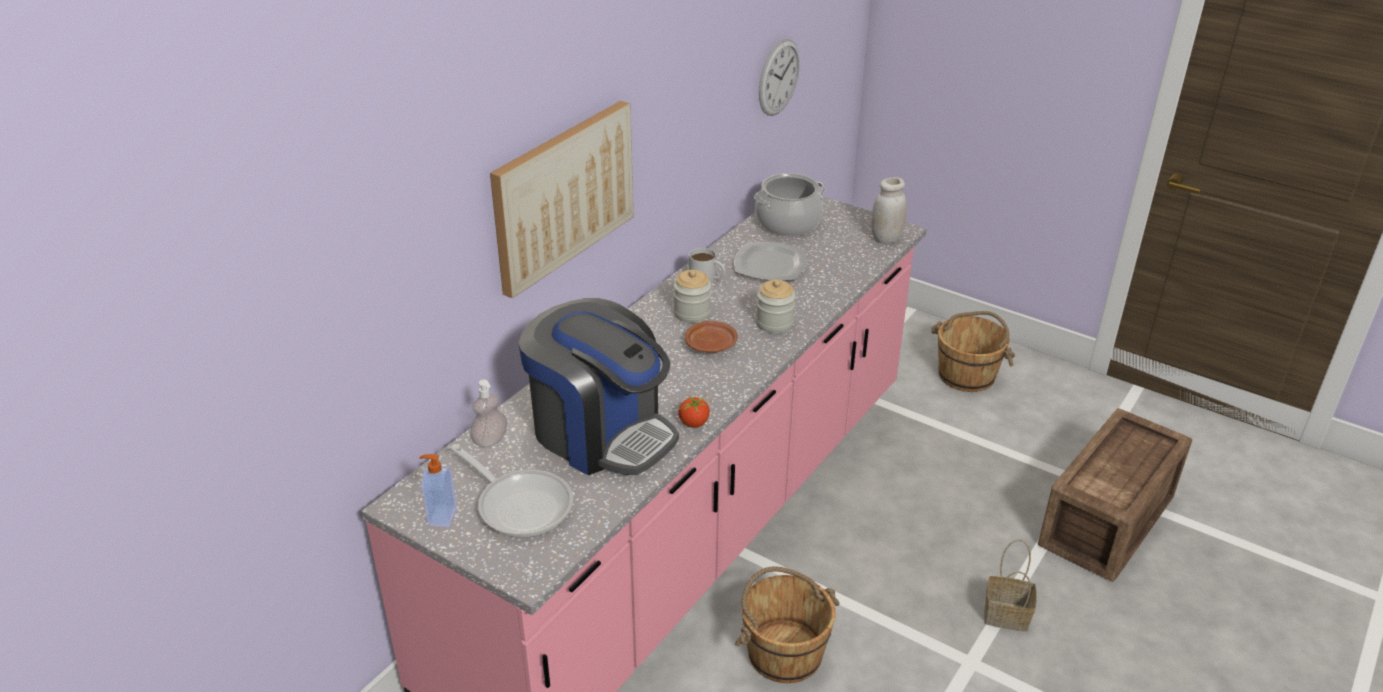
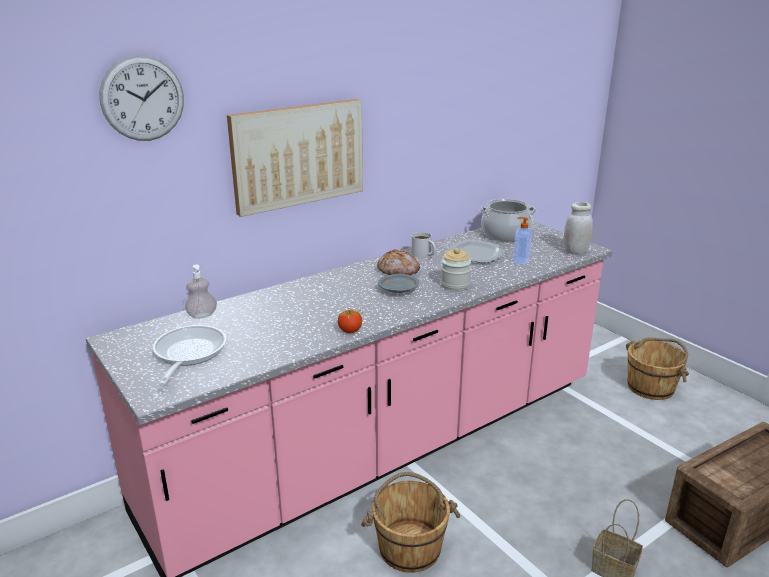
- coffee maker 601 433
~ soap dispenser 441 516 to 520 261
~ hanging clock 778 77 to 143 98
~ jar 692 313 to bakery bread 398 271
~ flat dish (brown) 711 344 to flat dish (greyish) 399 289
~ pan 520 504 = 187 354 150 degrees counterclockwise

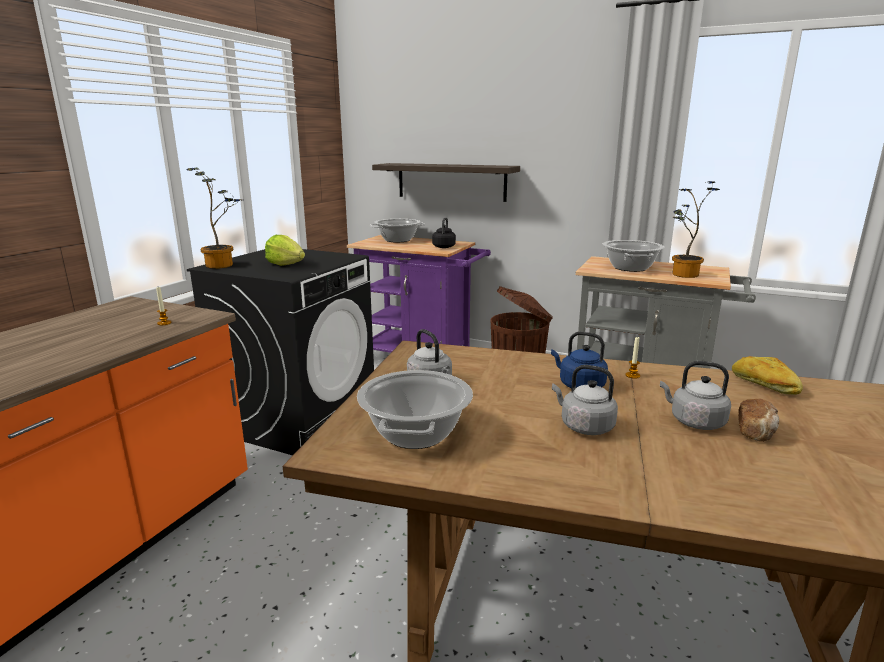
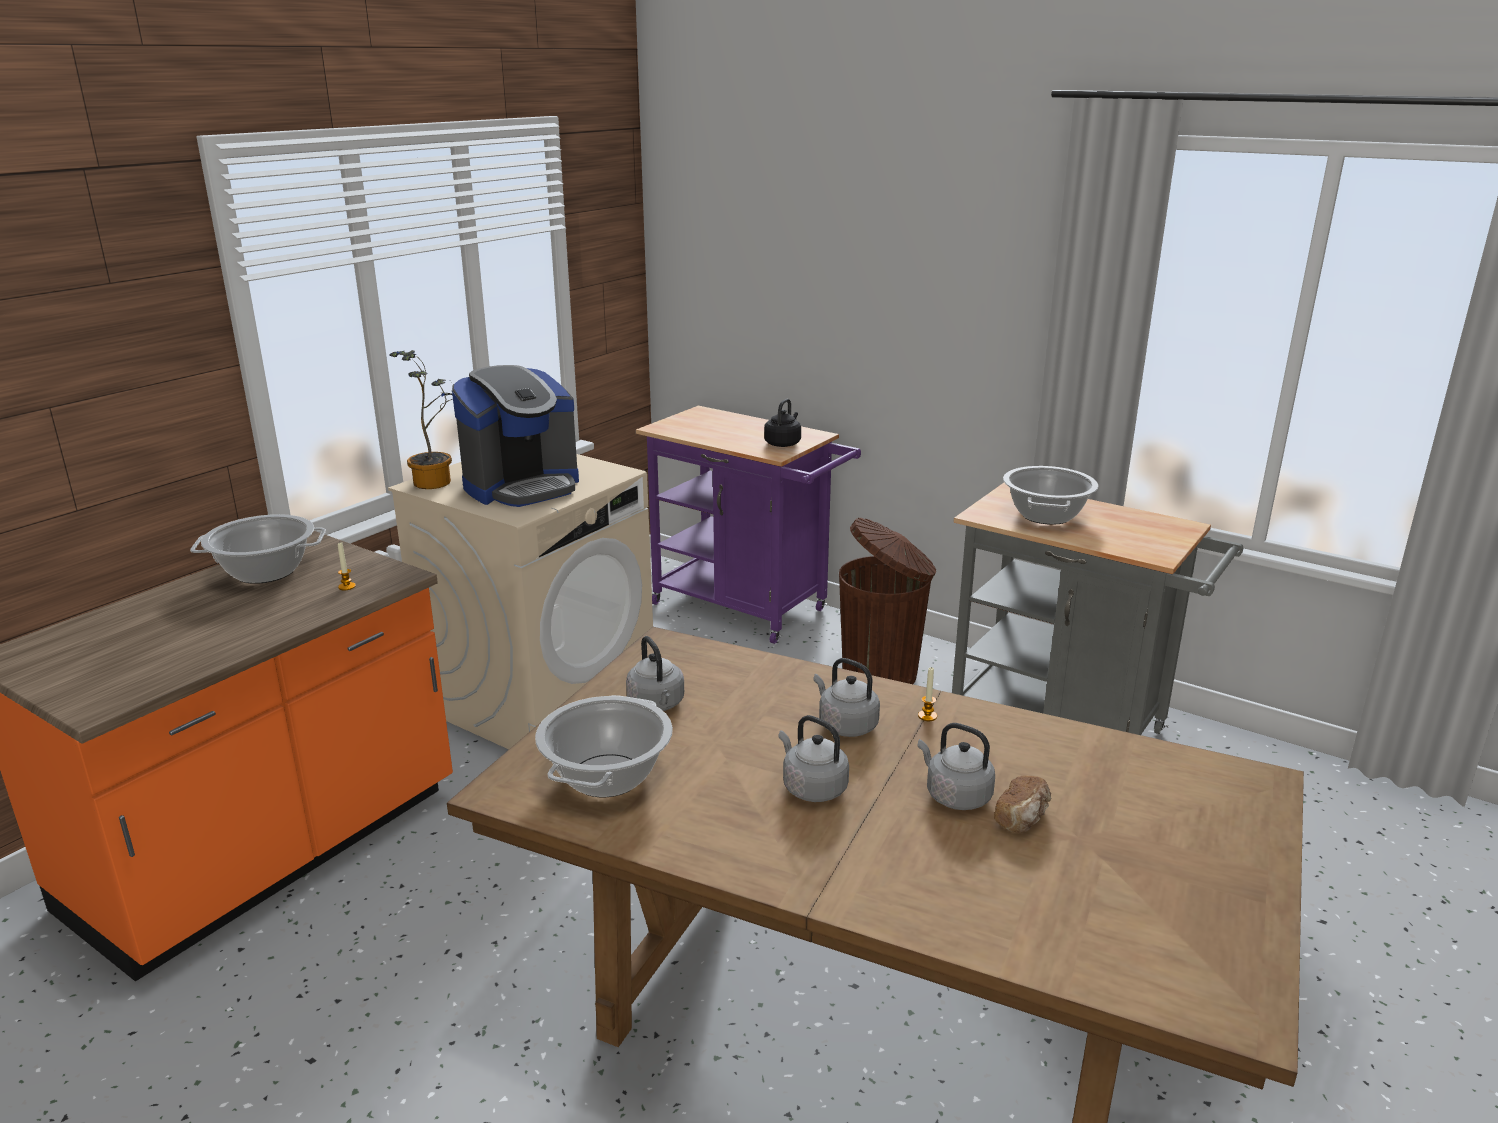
- shelf 451 181
- plant in a pot 682 275
- bakery bread 764 385
~ saucepot 398 240 to 266 571
~ lettuce head 286 265 to coffee maker 522 487
~ laundry machine (blackish) 299 418 to laundry machine (sand-coloured) 541 697
~ water kettle (blue-coloured) 579 385 to water kettle (greyish) 845 725

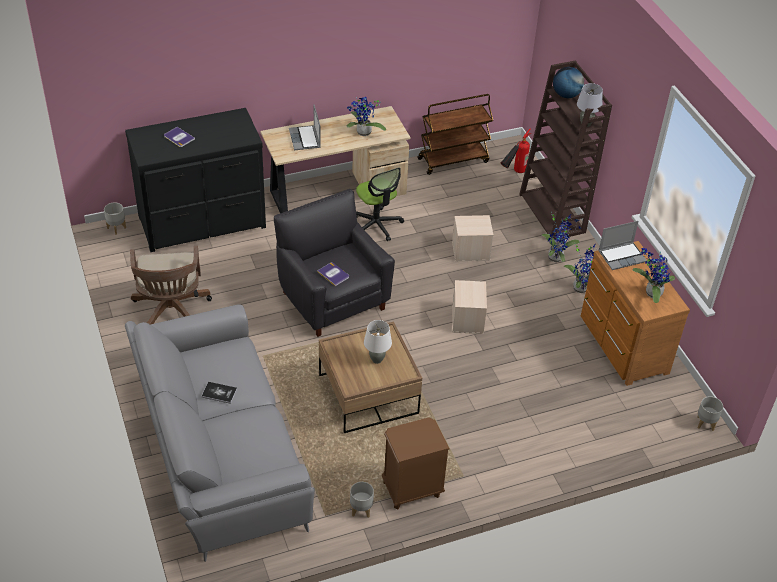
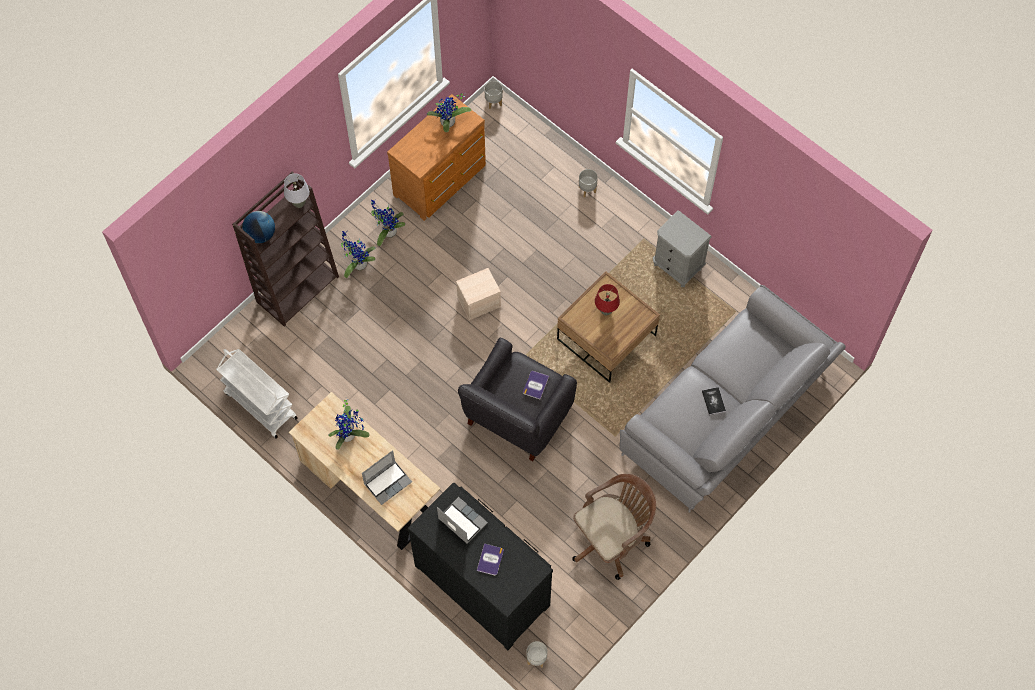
- computer chair 376 225
- storage container (sand-coloured) 470 251
- extinguisher 513 175
~ flower pot (greyish) 361 510 to 587 189
~ portable computer 622 256 to 461 521
~ table lamp (white) 377 360 to table lamp (red) 606 311
~ nightstand (brown) 411 490 to nightstand (greyish) 677 266
~ wheeled cart (brown) 453 160 to wheeled cart (white) 260 405

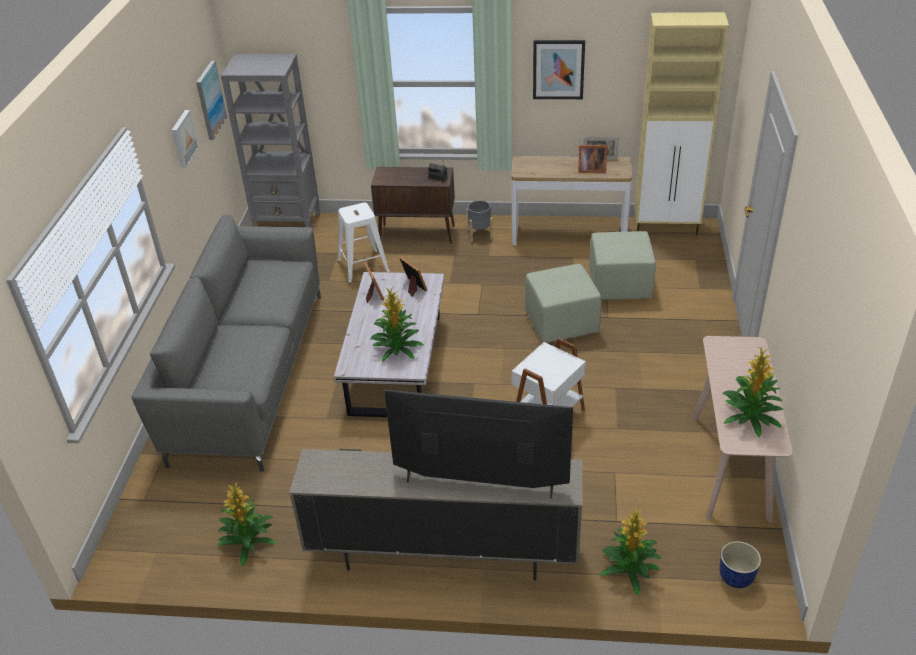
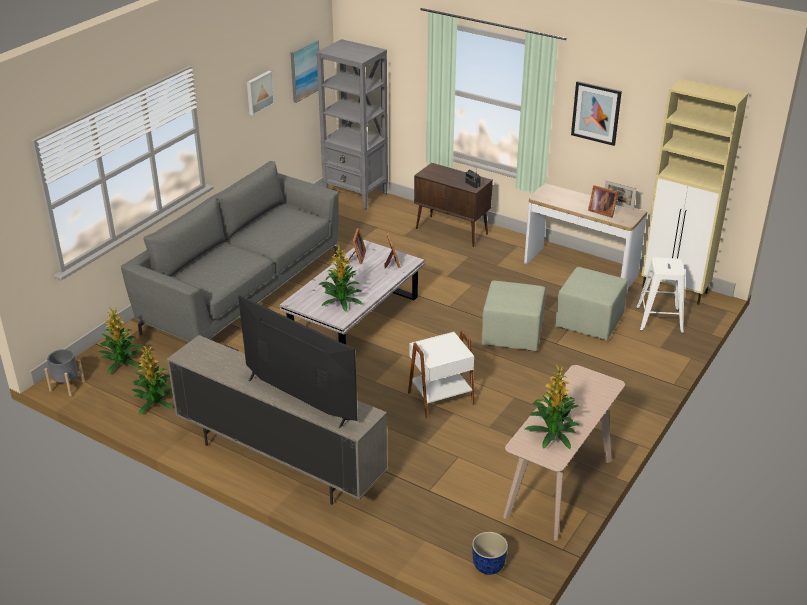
~ sitting stool (white) 364 266 to 660 320
~ flower pot (greyish) 480 234 to 67 386
~ plant in a pot 629 569 to 122 362

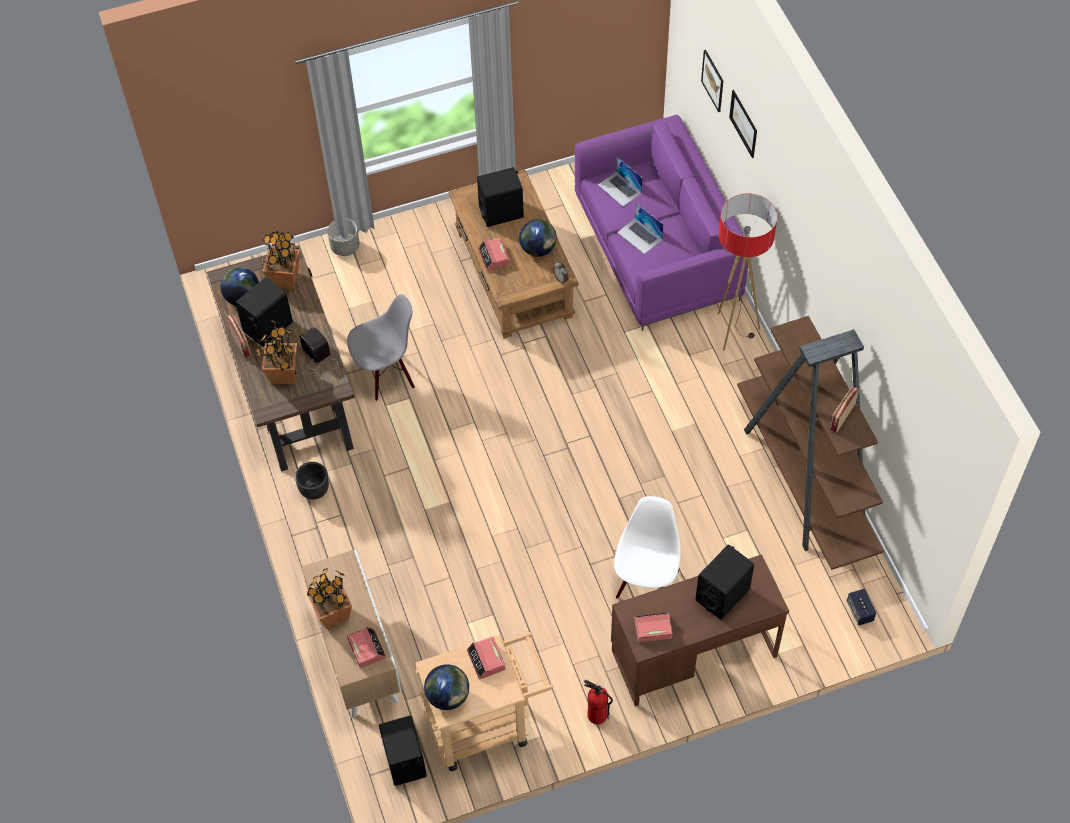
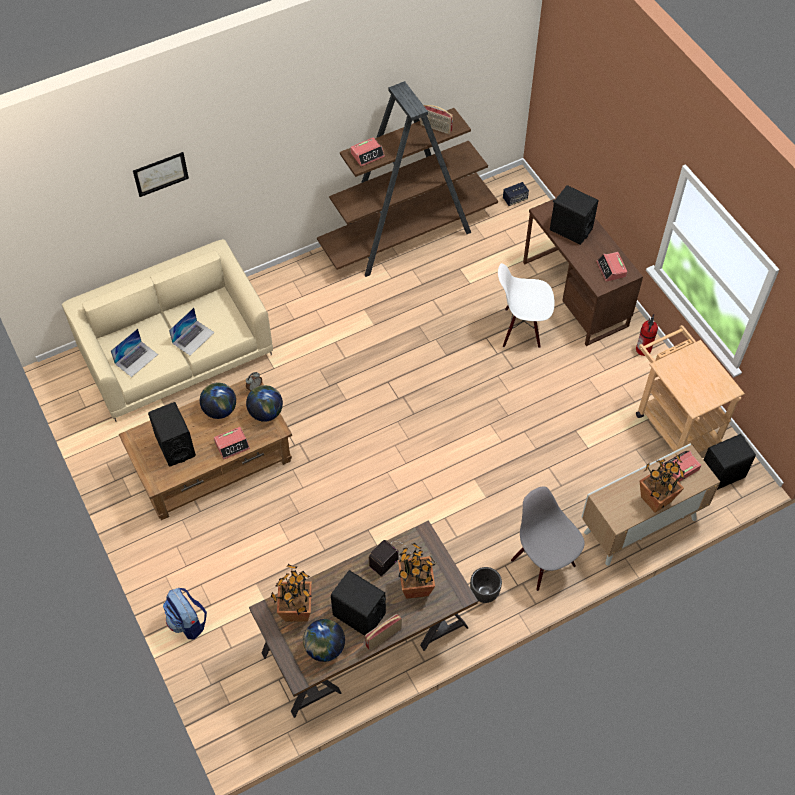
- wall picture 713 80
- floor lamp 734 331
~ plain chair (greyish) 386 374 to 544 562
~ globe 448 696 to 266 412
~ alarm clock 486 660 to 367 155
~ flower pot (greyish) 345 247 to knapsack 188 622
~ sofa (purplish) 658 247 to sofa (sand-coloured) 176 351

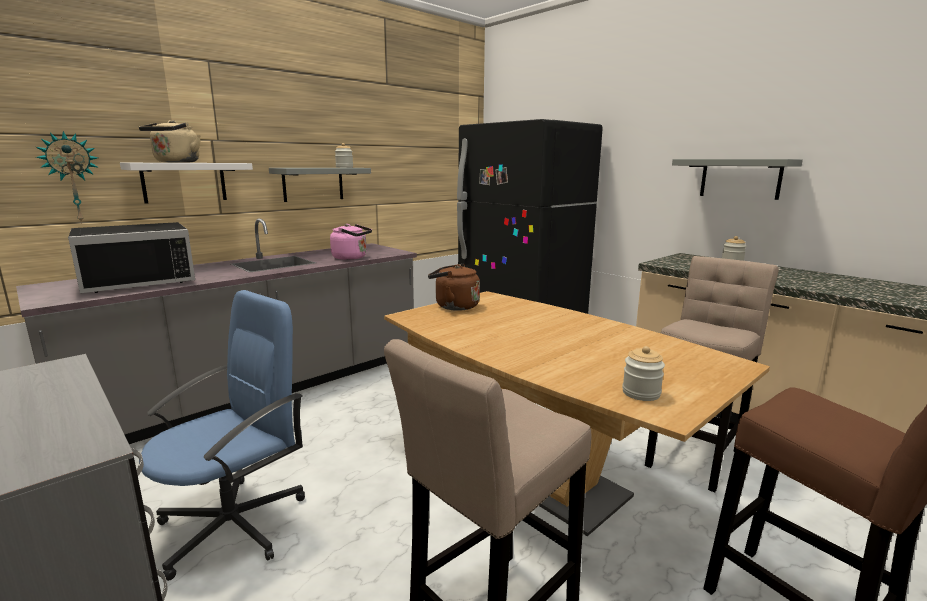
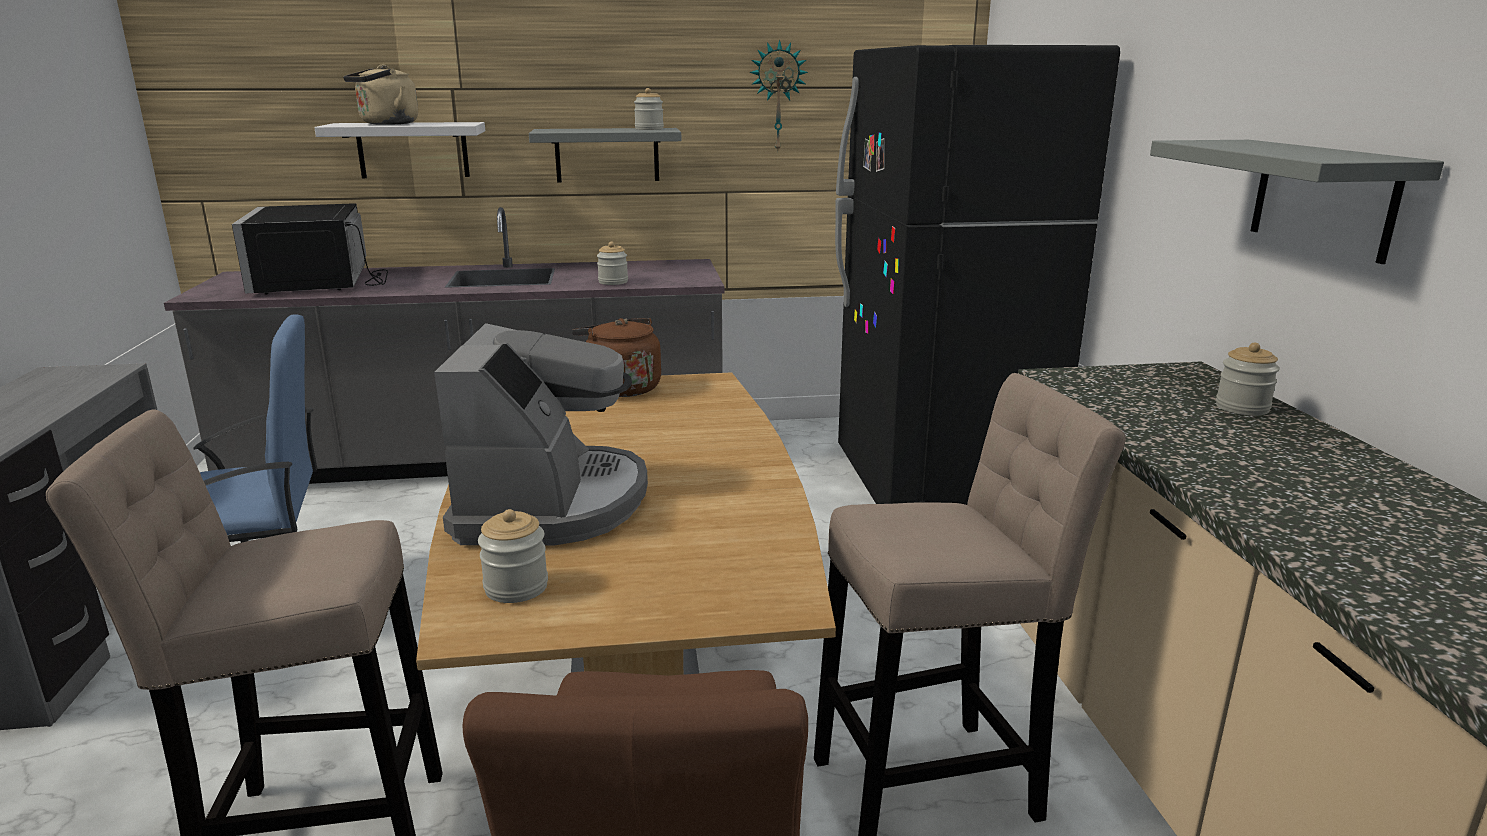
+ coffee maker 551 503
~ hanging clock 72 178 to 777 97
~ water kettle (pink) 352 258 to jar 613 282
~ microwave (blackish) 139 281 = 321 282 75 degrees clockwise

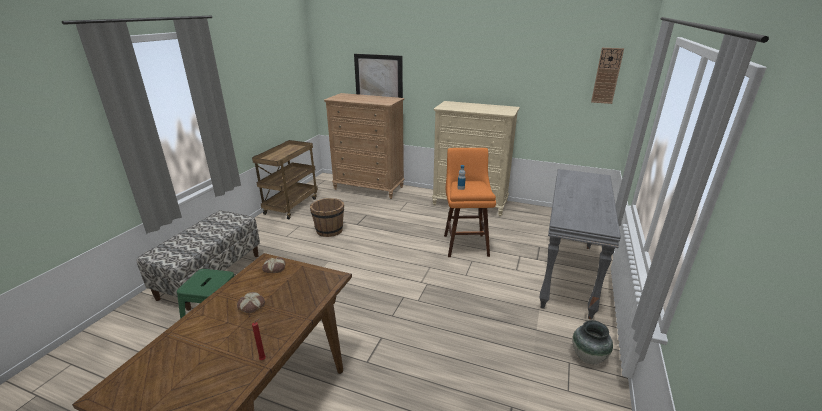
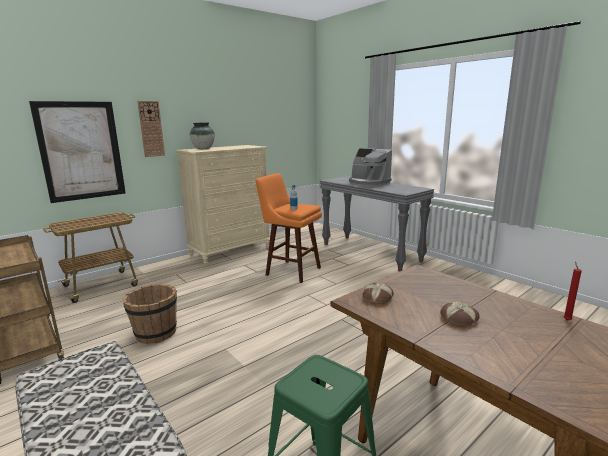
+ coffee maker 368 183
~ flower vase 587 357 to 203 149
~ hanging clock 607 76 to 151 129
~ drawer chest (brown) 369 188 to wheeled cart 102 285

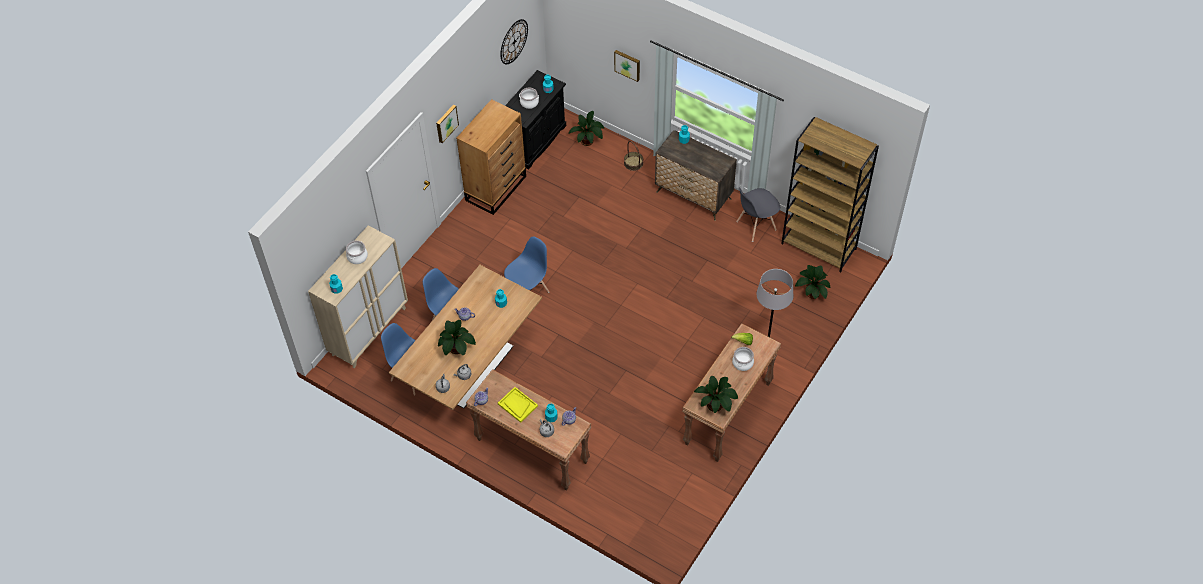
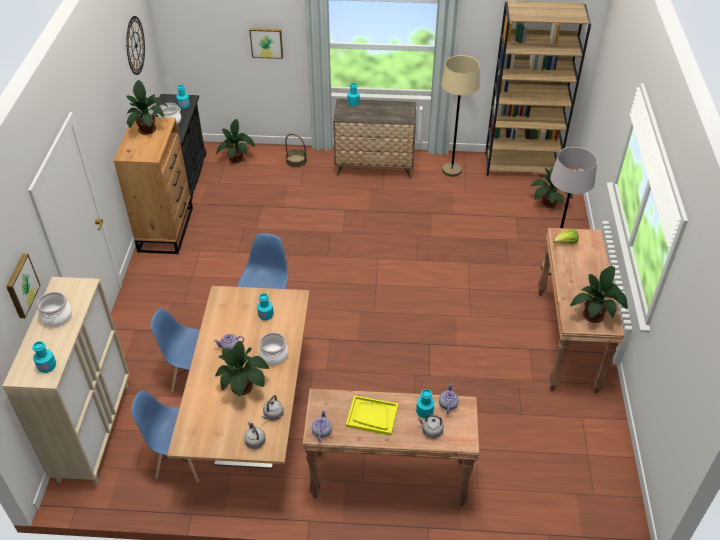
+ plant in a pot 148 128
~ wall picture 446 123 to 21 285
~ saucepot 742 363 to 273 355
~ plain chair (greyish) 755 226 to floor lamp (sand-coloured) 451 170

